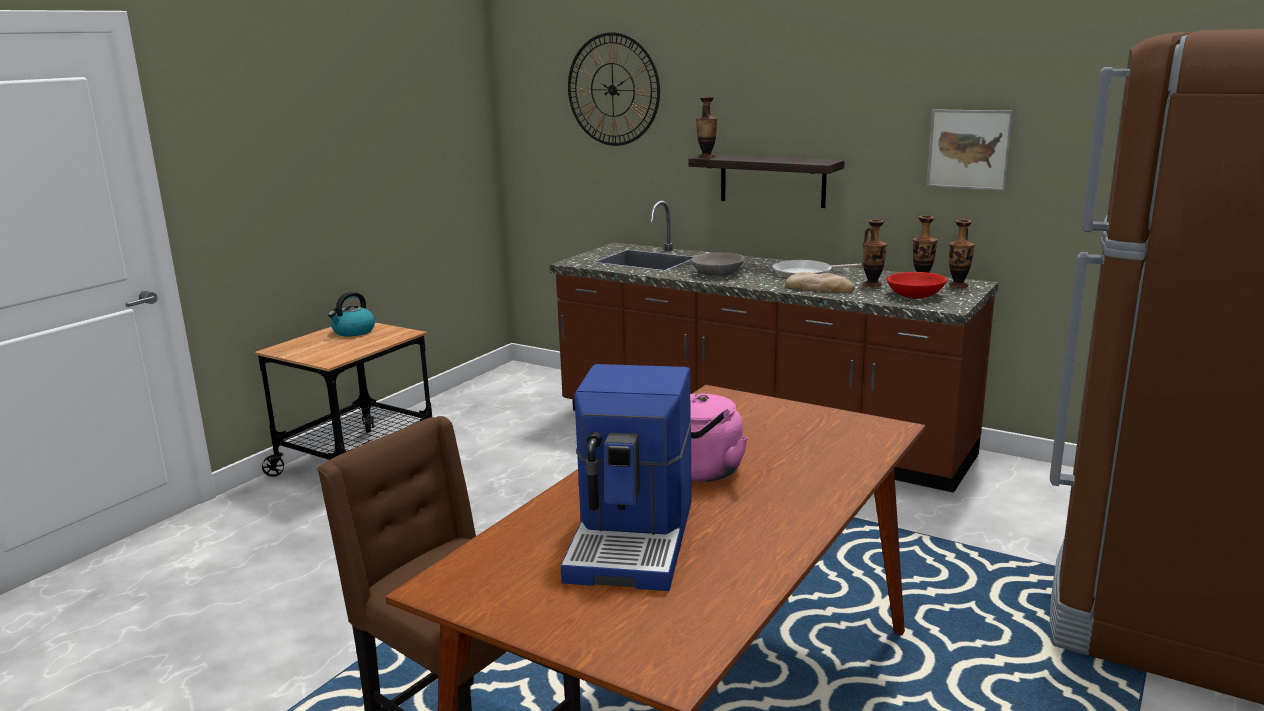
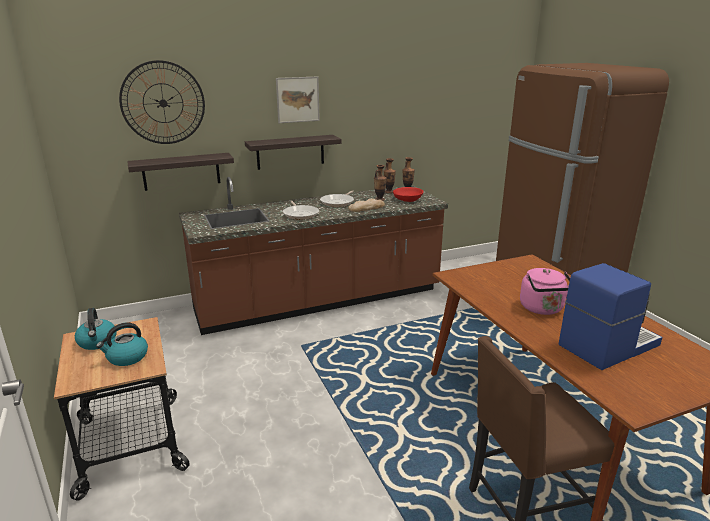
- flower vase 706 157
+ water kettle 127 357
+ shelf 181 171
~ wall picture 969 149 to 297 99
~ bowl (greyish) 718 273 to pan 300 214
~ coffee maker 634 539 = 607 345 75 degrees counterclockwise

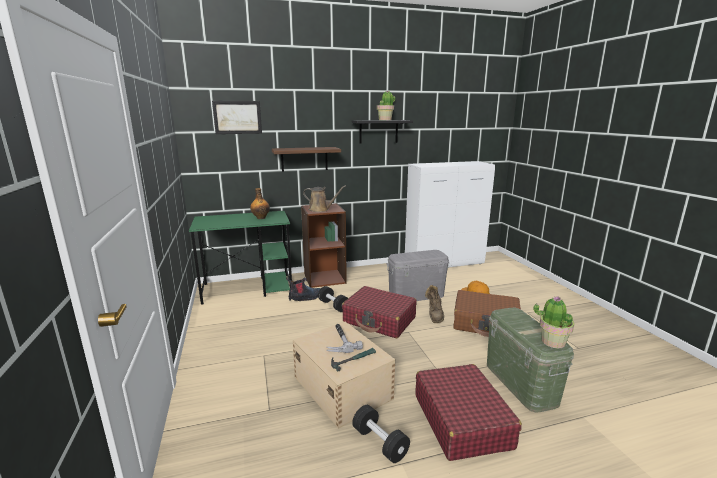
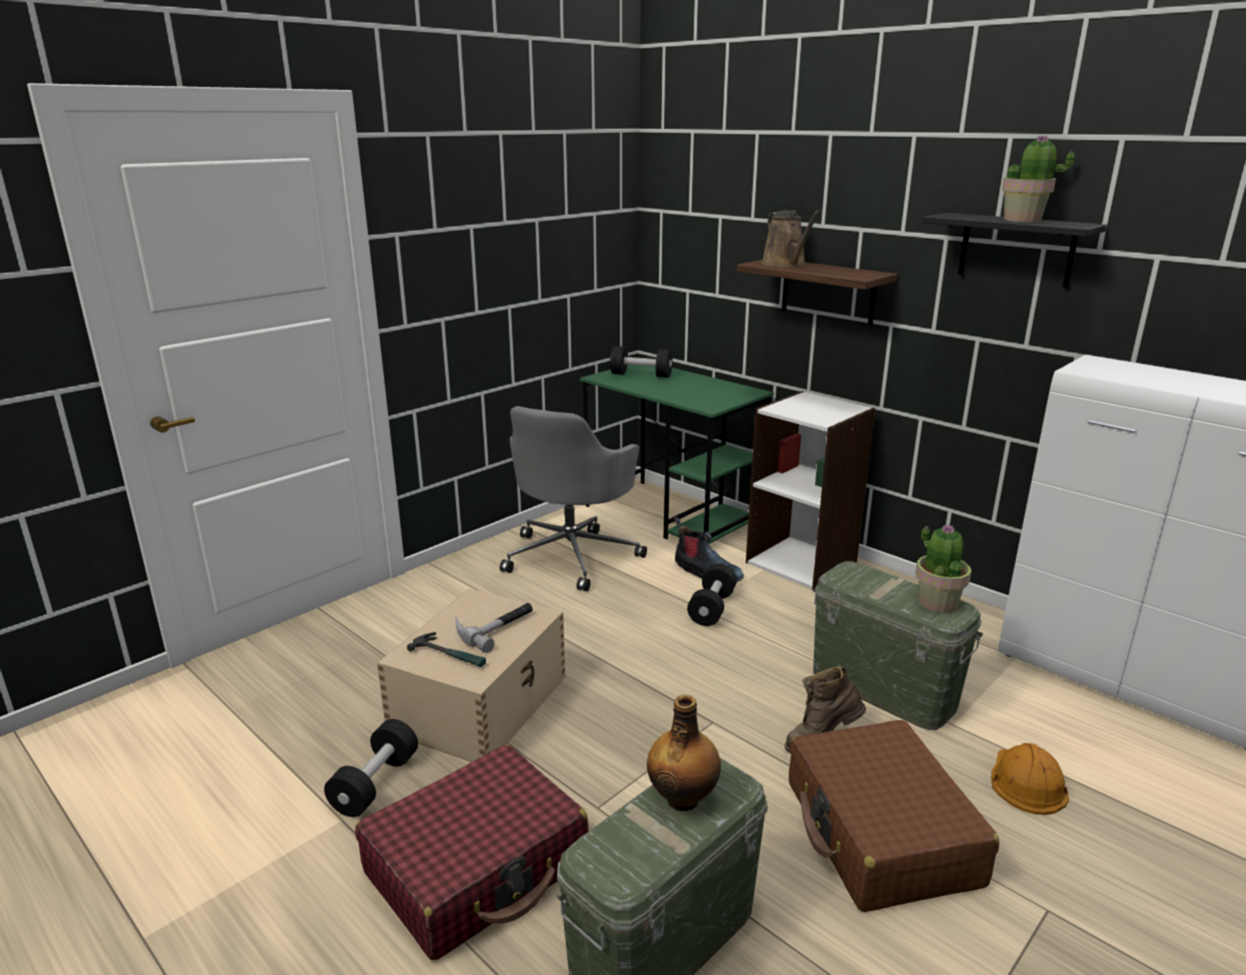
- wall picture 237 117
- travel case (red) 379 320
+ computer chair (greyish) 572 556
+ free weight (blackish) 641 375
~ drink bottle 261 218 to 683 797
~ sprinkling can (brown) 321 209 to 786 264
~ plant in a pot 552 342 to 937 602
~ bookshelf (brown) 324 278 to bookshelf (white) 802 562
~ storage container (greyish) 416 295 to storage container (green-coloured) 882 689

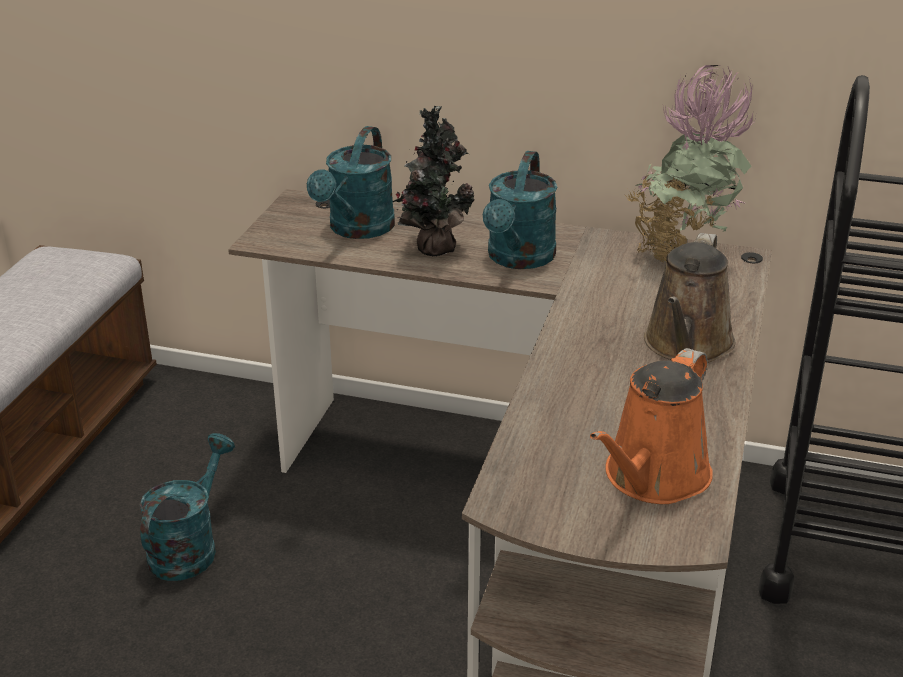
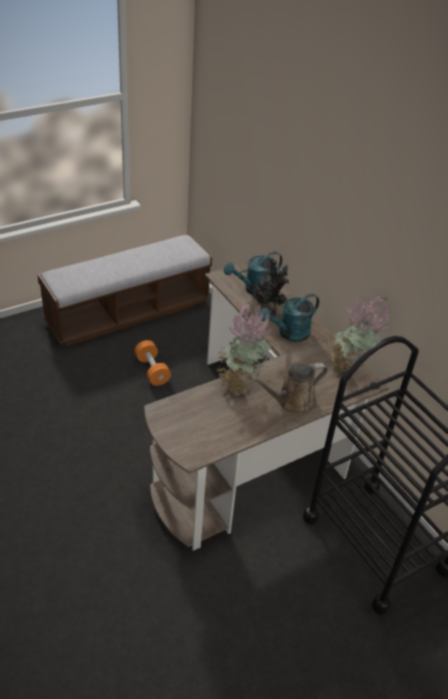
- sprinkling can (orange) 652 478
+ plant in a pot 239 384
~ sprinkling can (blue-green) 189 547 to free weight (orange) 152 370

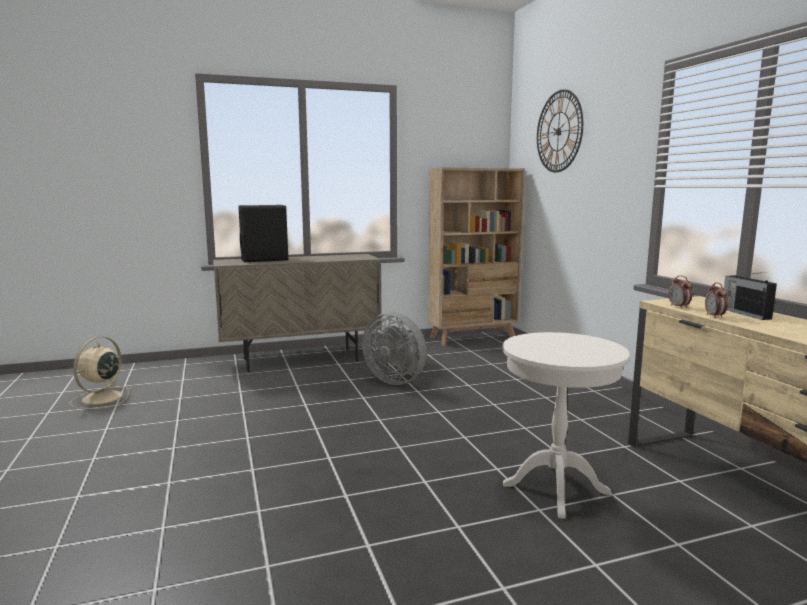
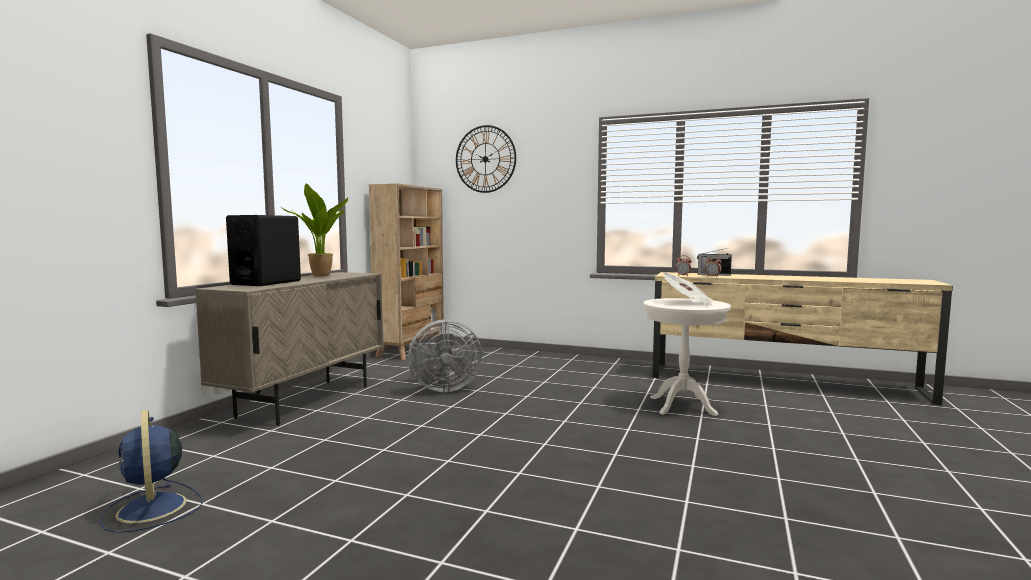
+ plant in a pot 324 276
+ daily paper 688 303
~ electric fan (sand-coloured) 101 399 to electric fan (blue-coloured) 152 509

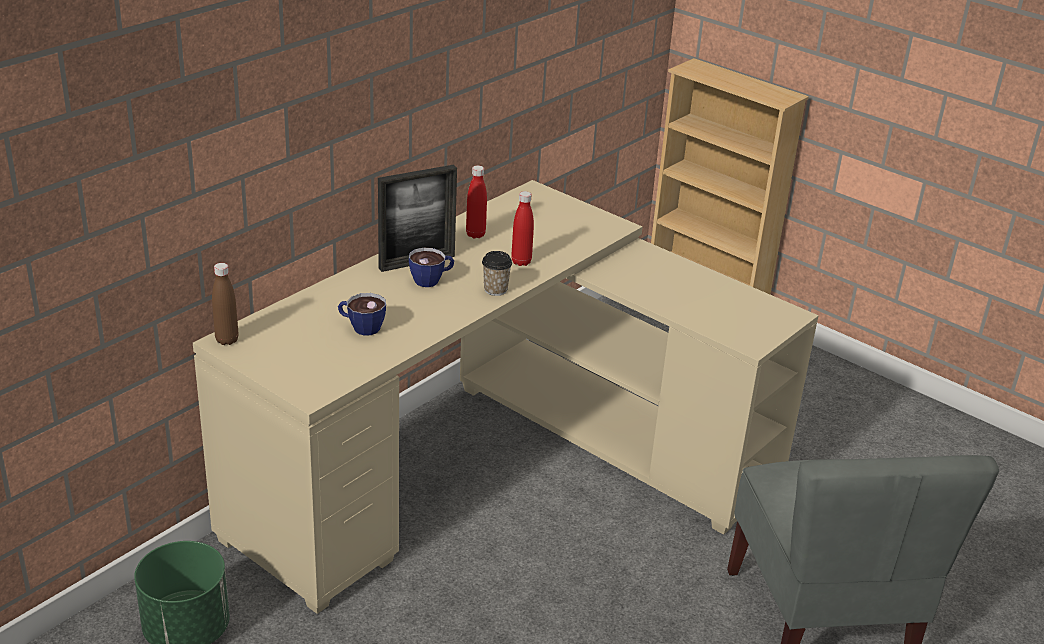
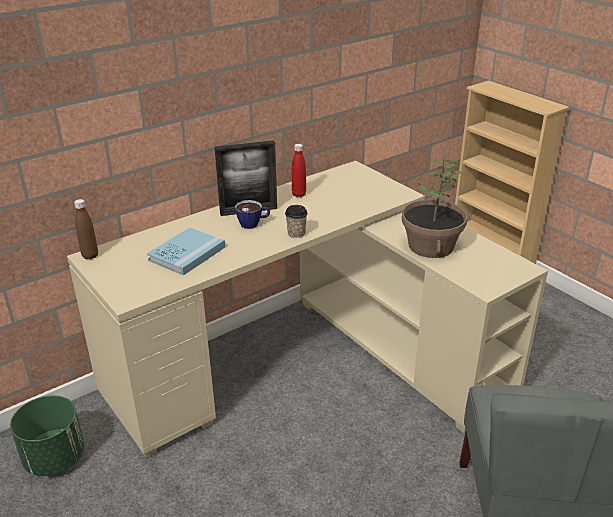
- drink bottle (red) 521 262
+ plant in a pot 430 246
~ drinking cup 361 327 to bound book (blue-coloured) 187 253

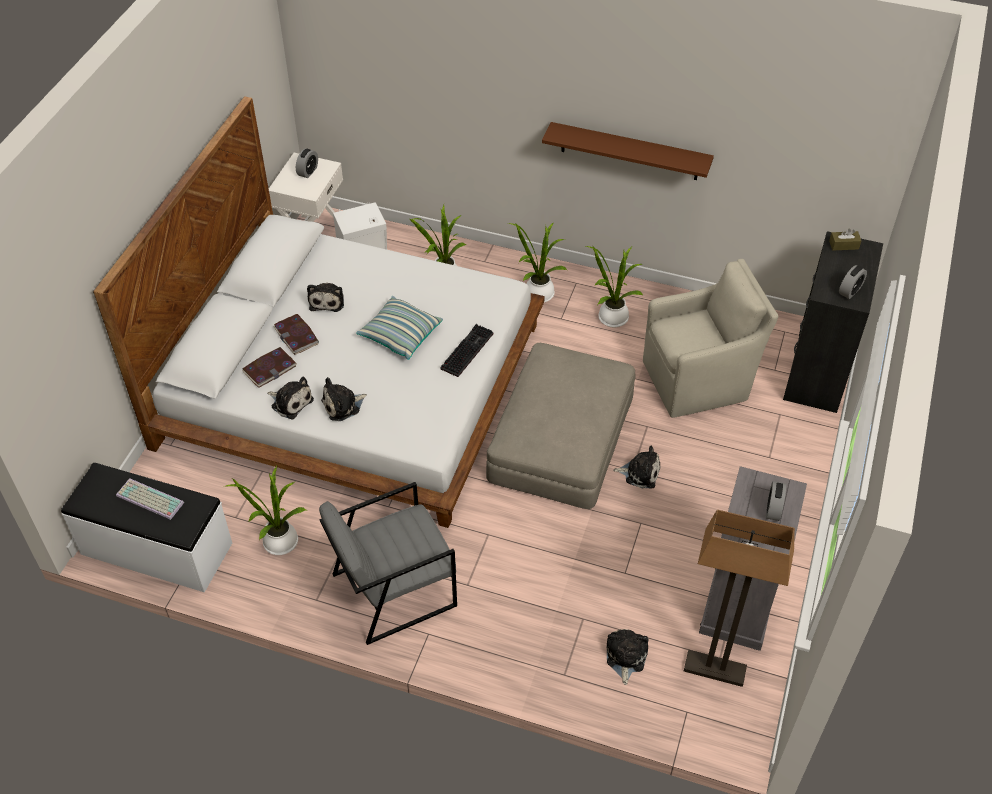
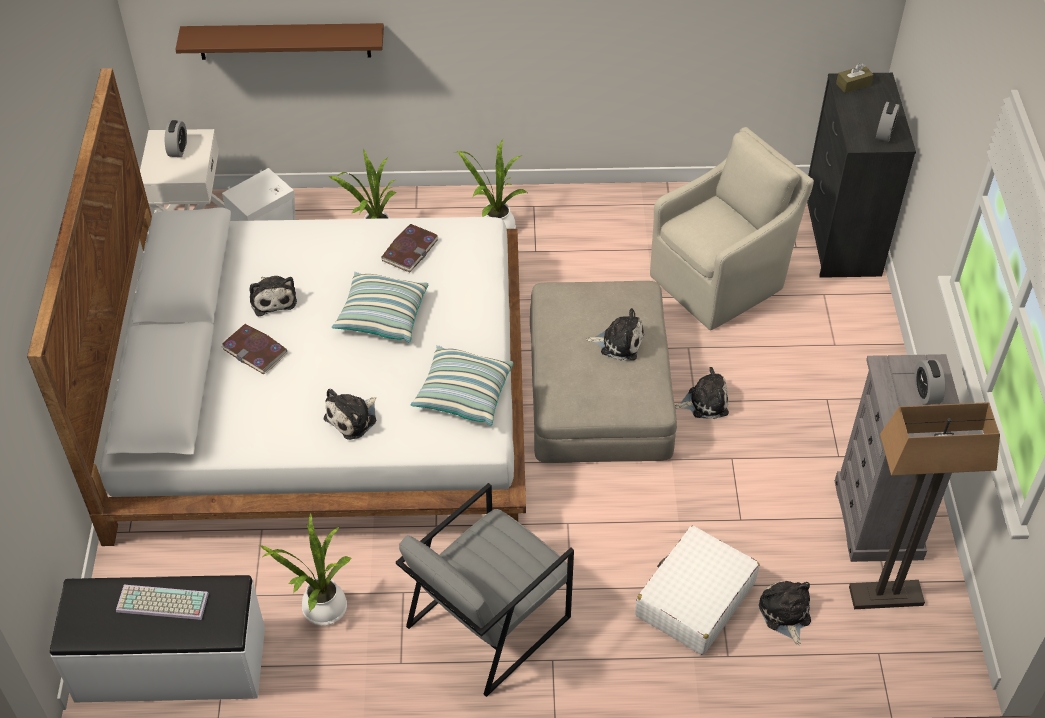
- PC keyboard 466 350
- plant in a pot 610 317
+ pillow 463 394
+ travel case (white) 694 599
~ bound book 269 368 to 410 250
~ cuddly toy 290 402 to 619 342
~ shelf (brown) 629 151 to 284 41

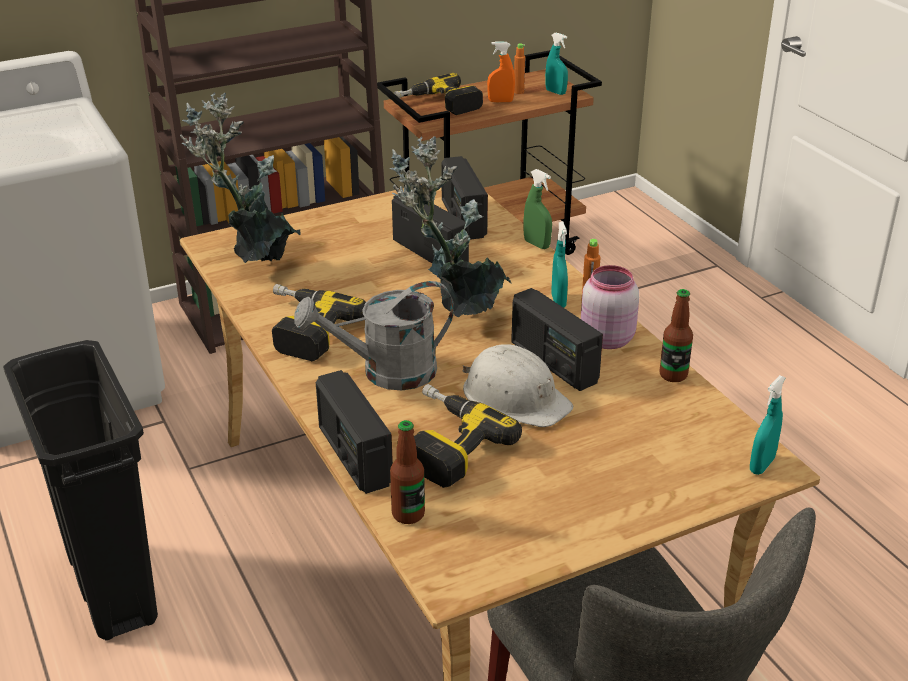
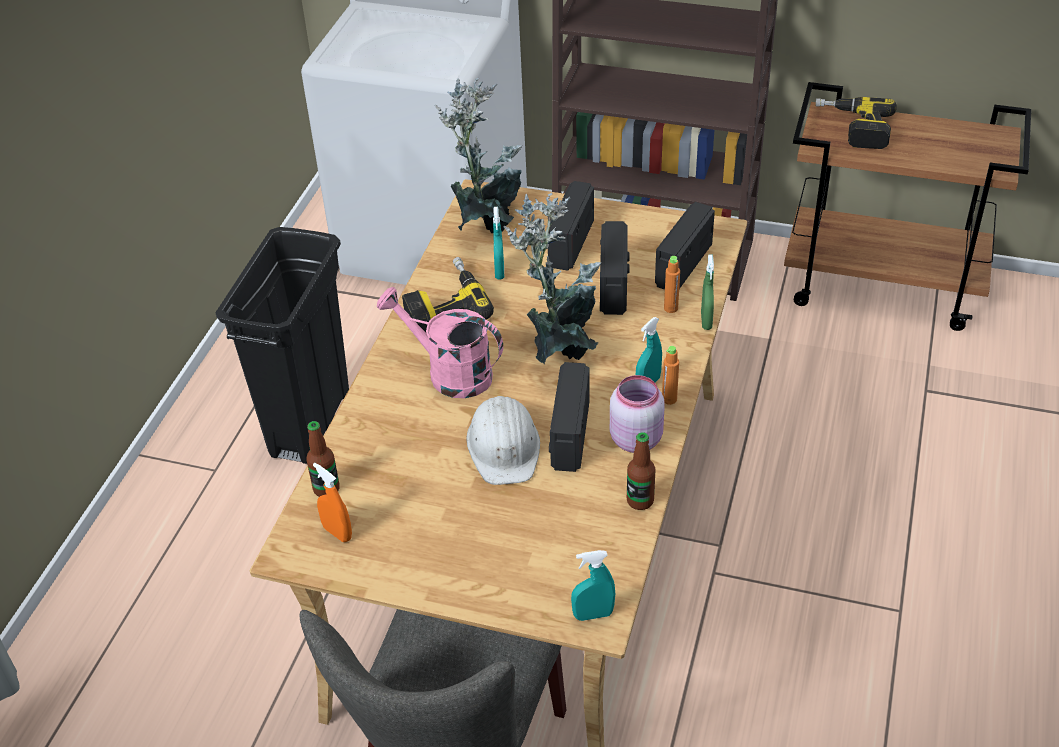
- drill 444 444
~ radio receiver 354 455 to 570 243
~ sprayer (orange) 500 101 to 337 533
~ drink bottle (orange) 518 92 to 671 308
~ sprayer (blue-green) 555 92 to 499 271
~ sprinkling can (greyish) 386 373 to sprinkling can (pink) 449 373

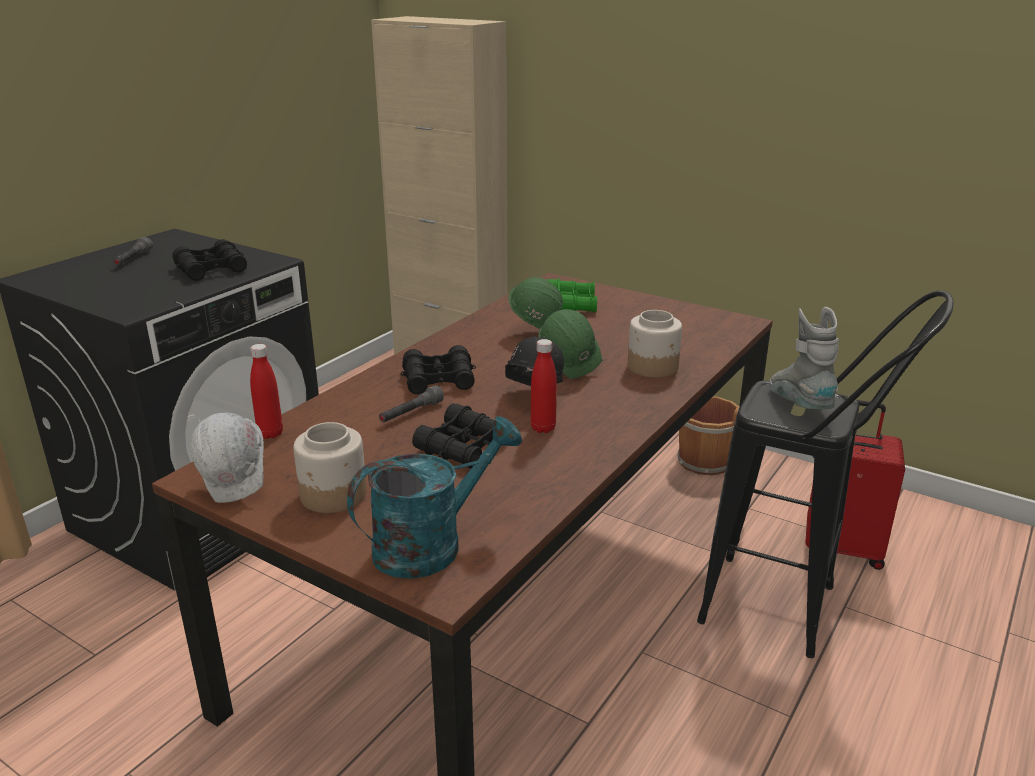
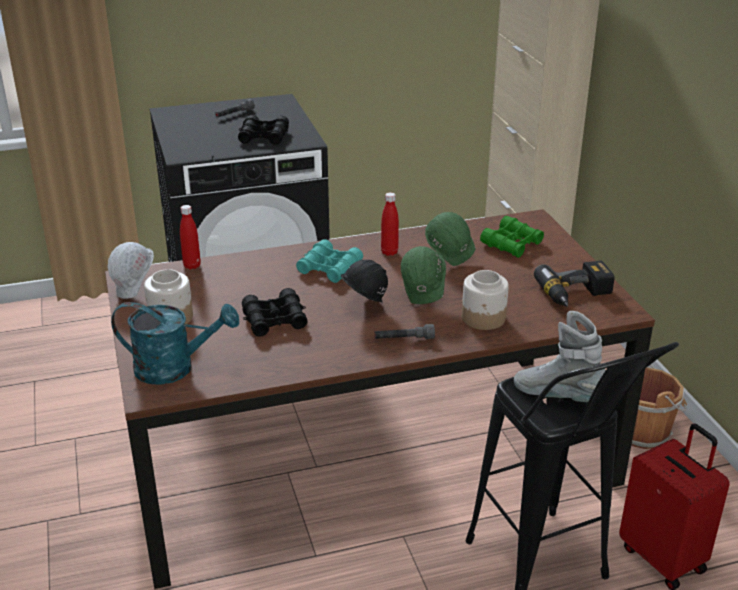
+ drill 576 295
~ hand torch (greyish) 411 413 to 404 339
~ drink bottle (red) 543 428 to 389 252
~ pair of binoculars (blackish) 439 380 to pair of binoculars (blue-green) 329 268
~ tall boot (greyish) 799 405 = 558 396 90 degrees counterclockwise

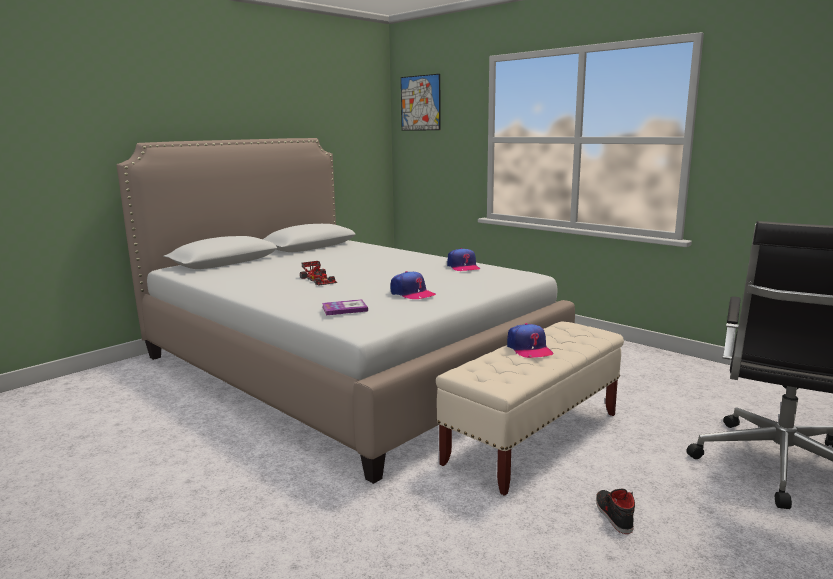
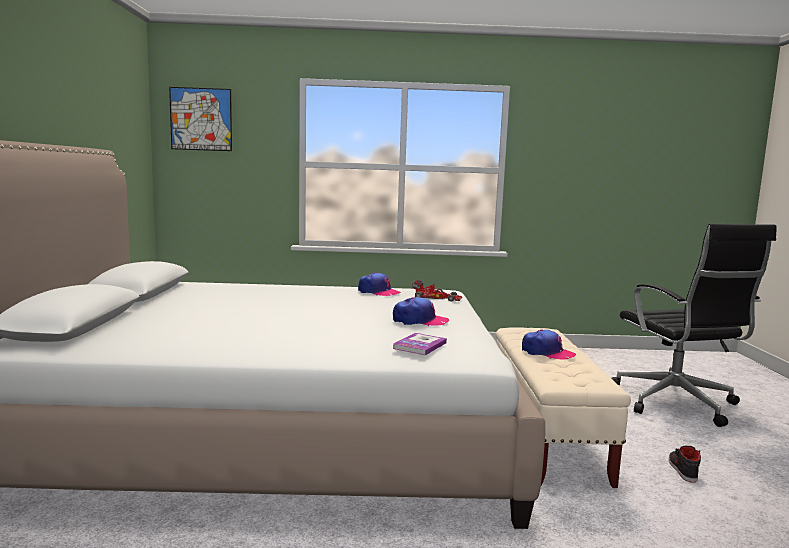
~ toy car 319 279 to 436 297
~ low shoe (blackish) 613 514 = 682 469 60 degrees clockwise

